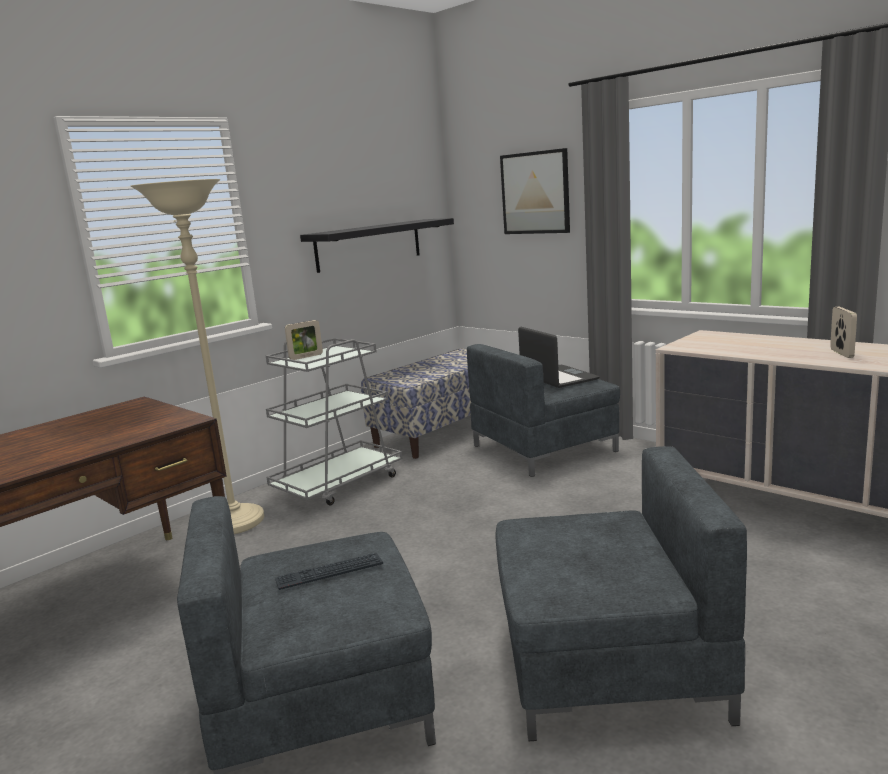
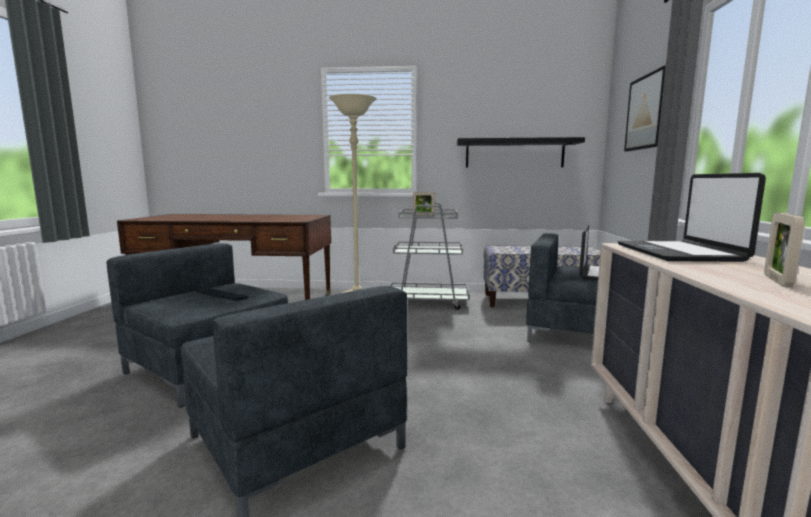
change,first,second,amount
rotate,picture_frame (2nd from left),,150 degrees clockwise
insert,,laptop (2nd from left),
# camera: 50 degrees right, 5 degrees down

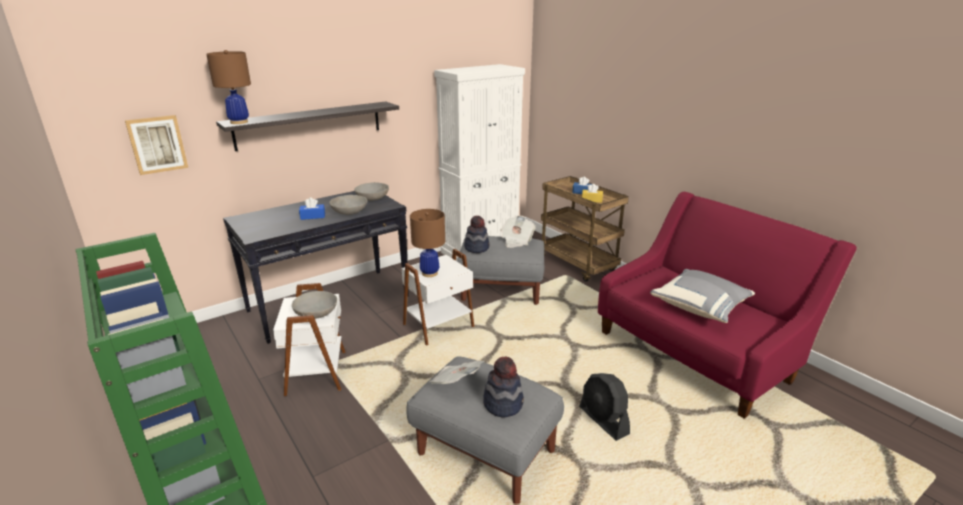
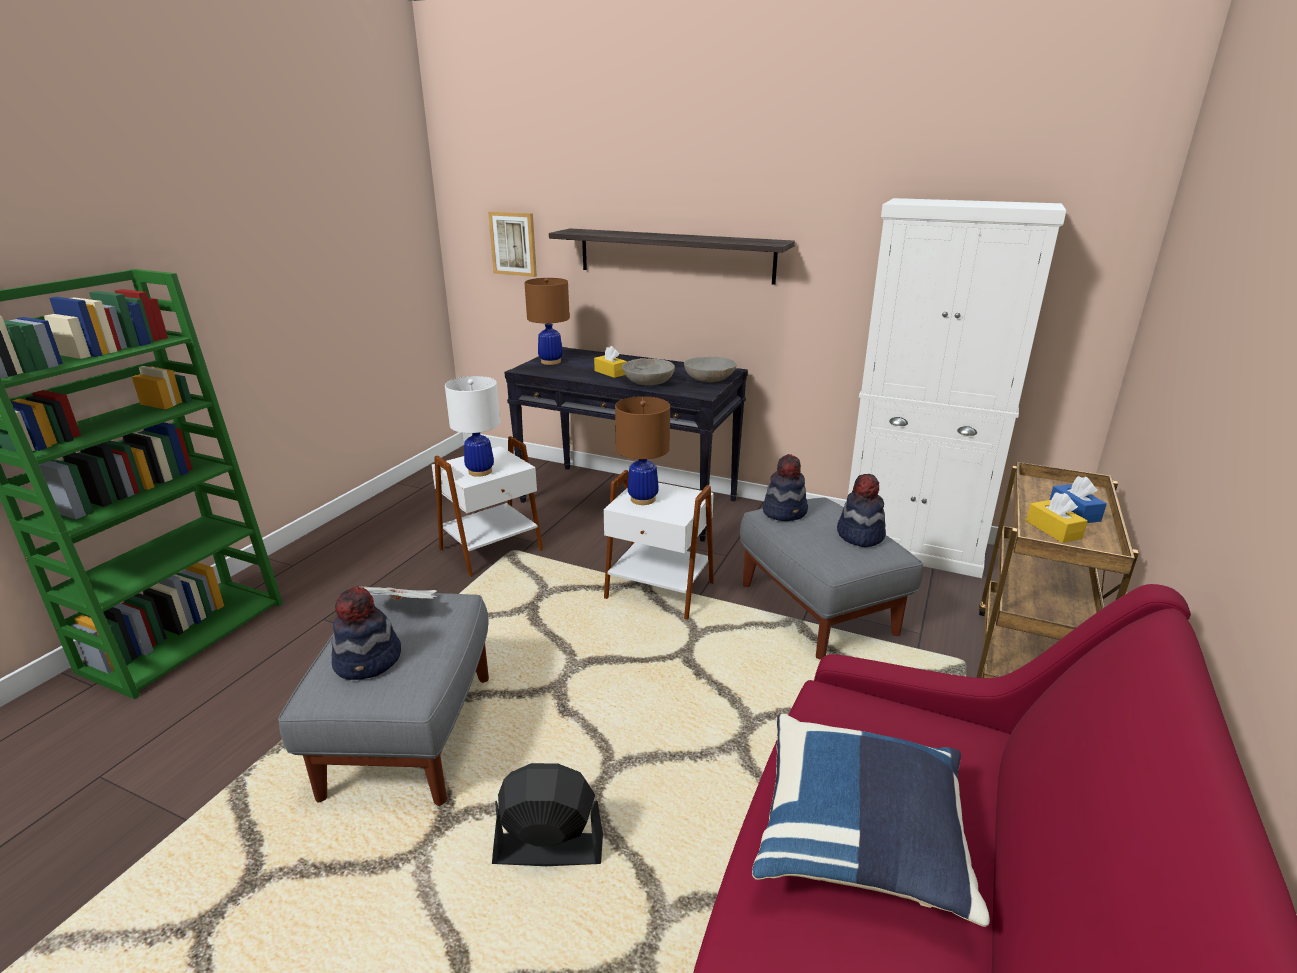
change,first,second,amount
move,brown_table_lamp (1st from left),,
recolor,blue_tissue_box (1st from left),yellow_tissue_box (1st from left),
replace,newspaper (2nd from left),hat (3rd from left),
recolor,grey_pillow,blue_pillow,
replace,grey_bowl (1st from left),white_table_lamp,
rotate,black_fan,,60 degrees clockwise
# camera: 60 degrees right, 0 degrees up

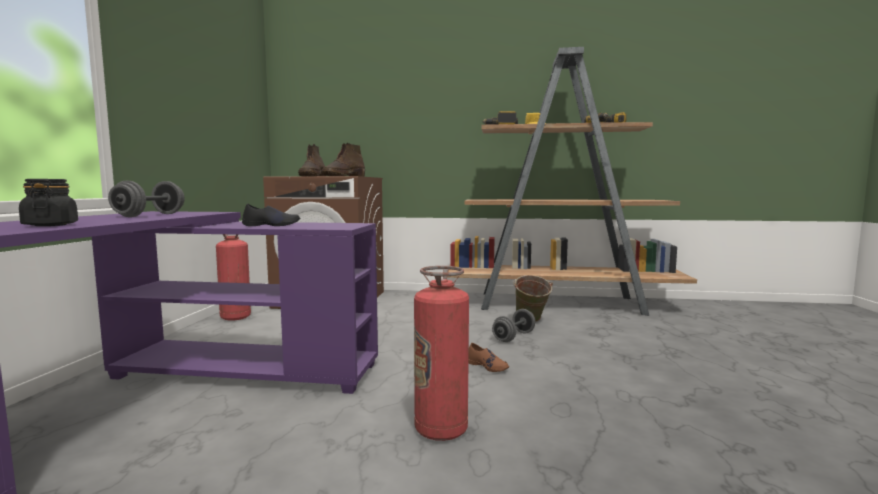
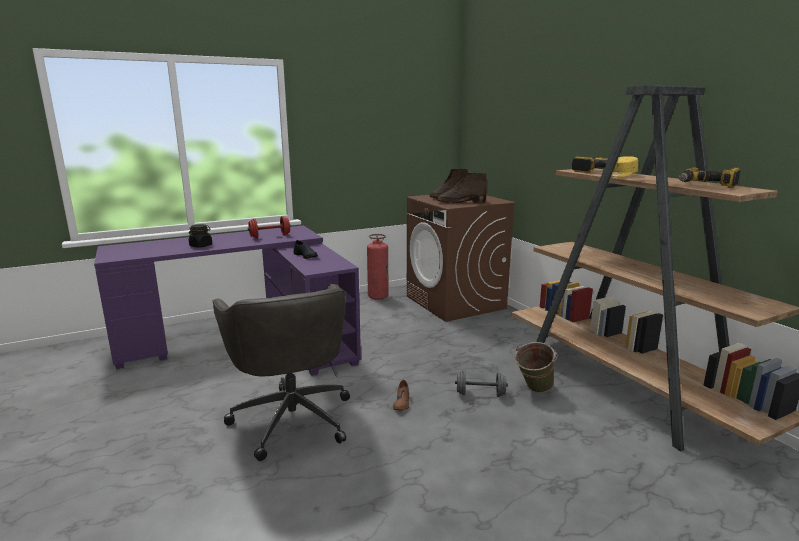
change,first,second,amount
recolor,grey_dumbbell (1st from left),red_dumbbell,
replace,fire_extinguisher (2nd from left),grey_office_chair,
# camera: 55 degrees right, 10 degrees up

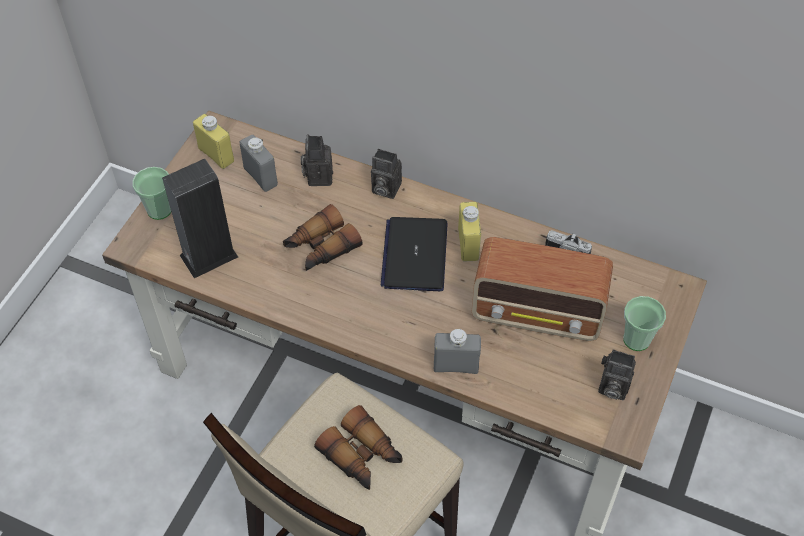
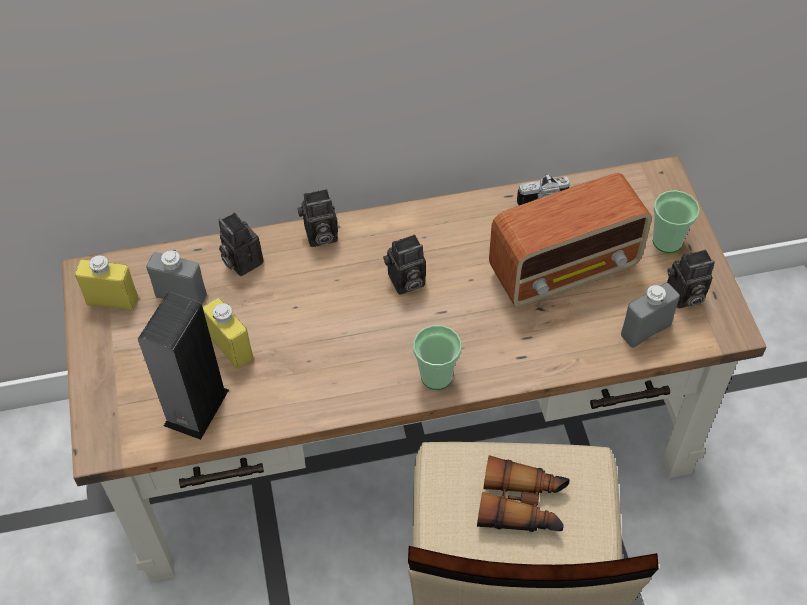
change,first,second,amount
move,cup (1st from left),,
move,yellow_bottle (2nd from left),,
delete,binoculars (1st from left),,
replace,laptop,photo_camera (3rd from left),
move,grey_bottle (2nd from left),,
# camera: 35 degrees left, 0 degrees up

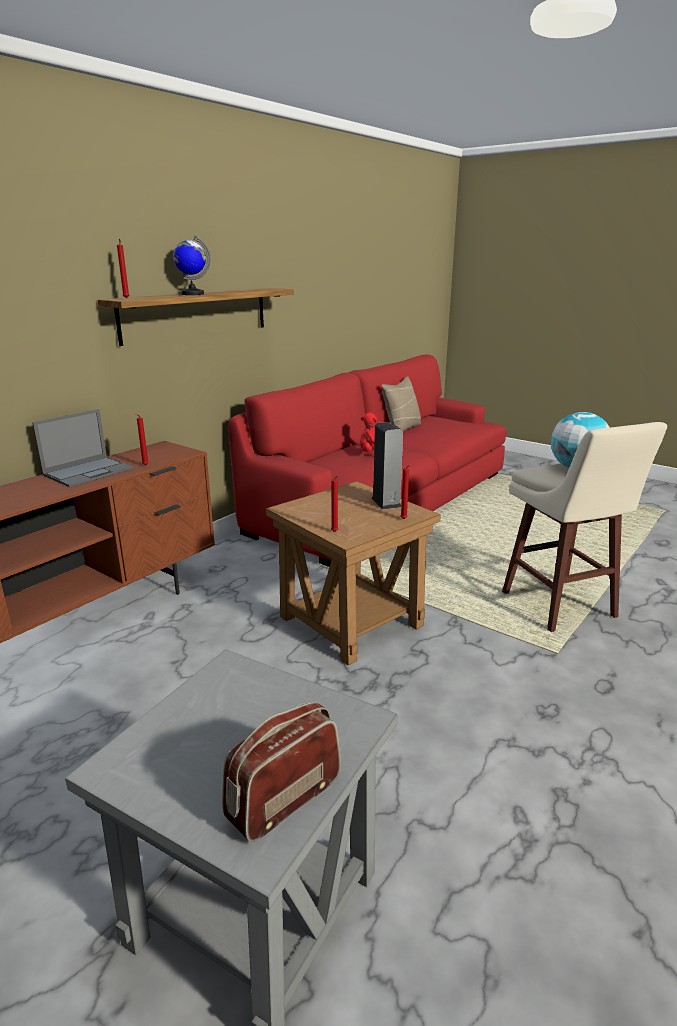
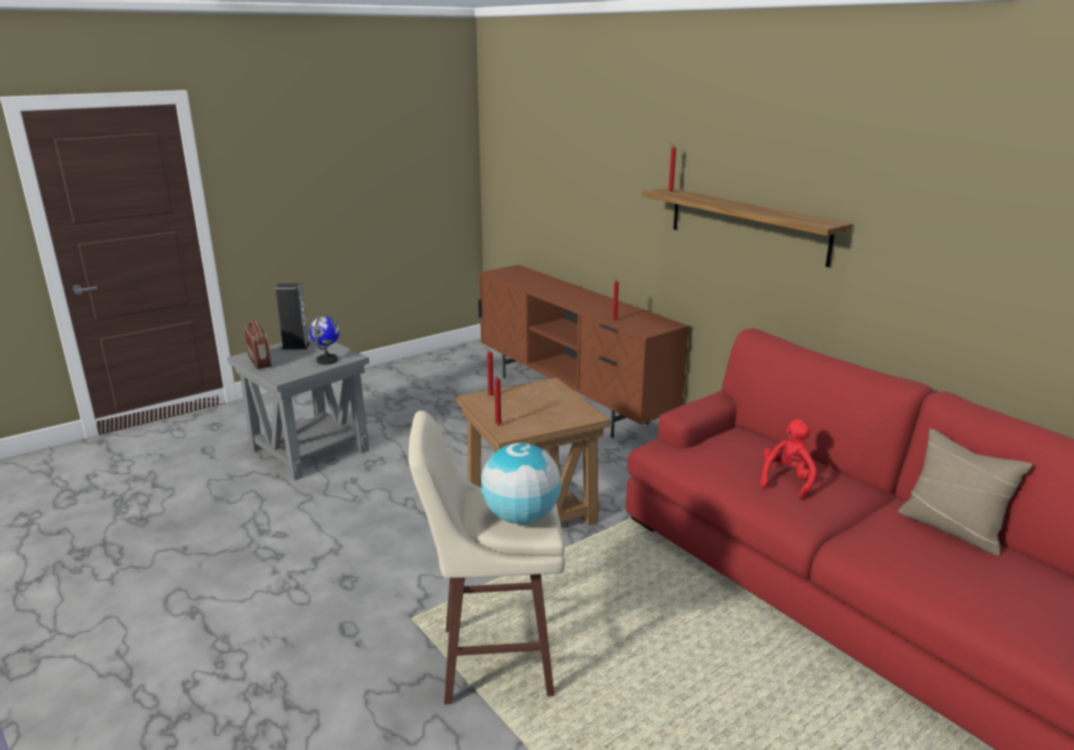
change,first,second,amount
move,globe (1st from left),,
delete,laptop,,
move,speaker,,
# camera: 105 degrees right, 0 degrees up

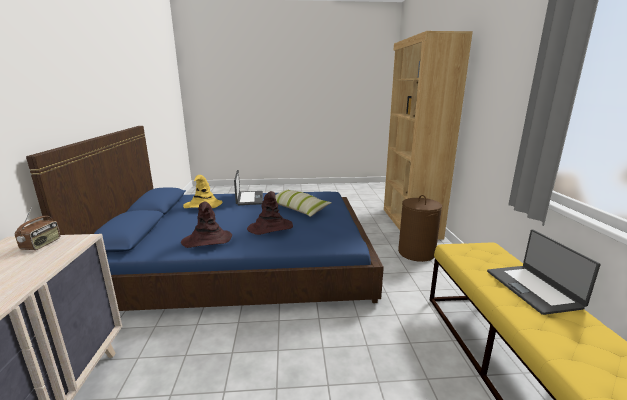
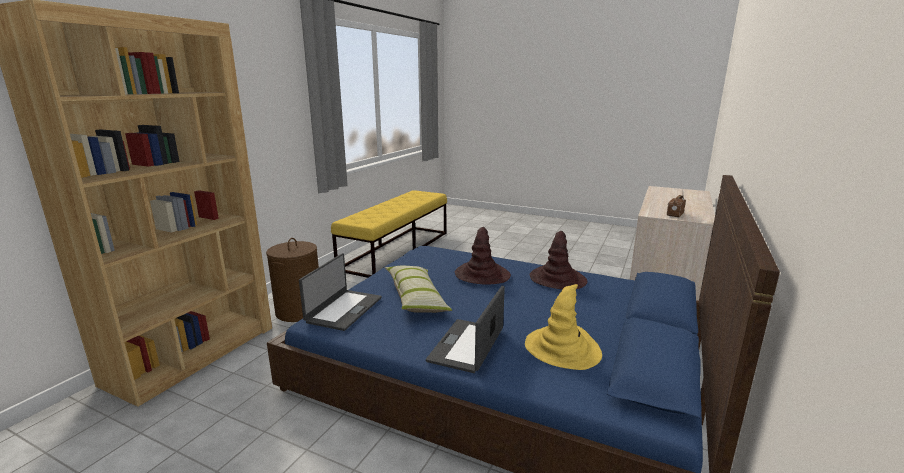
change,first,second,amount
move,laptop (2nd from left in the first image),laptop (1st from left),
# camera: 150 degrees left, 0 degrees up

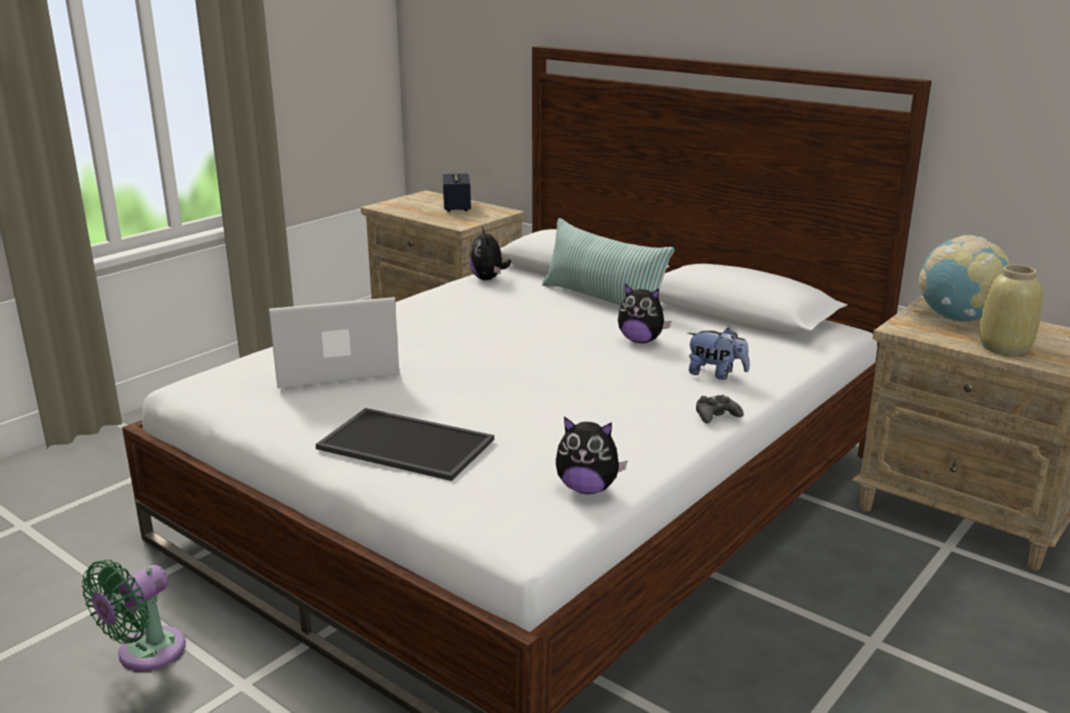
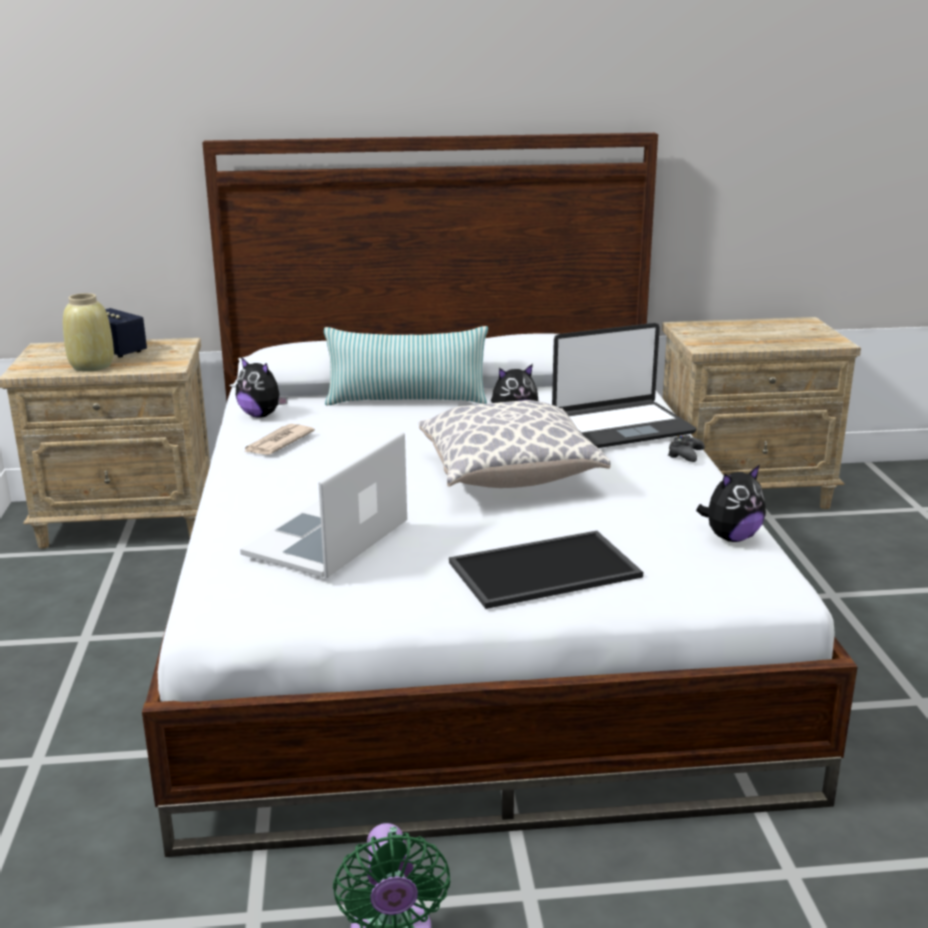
change,first,second,amount
delete,globe,,
move,beige_vase,,
replace,plush_toy (4th from left),laptop (2nd from left),
insert,,pillow (2nd from left),
insert,,newspaper,
# camera: 45 degrees left, 0 degrees up

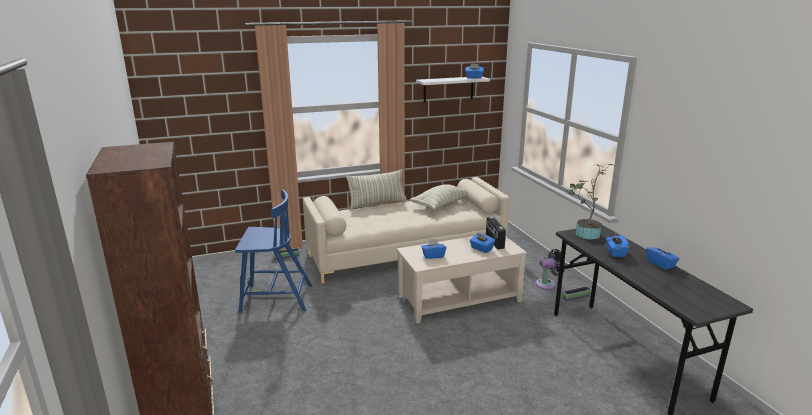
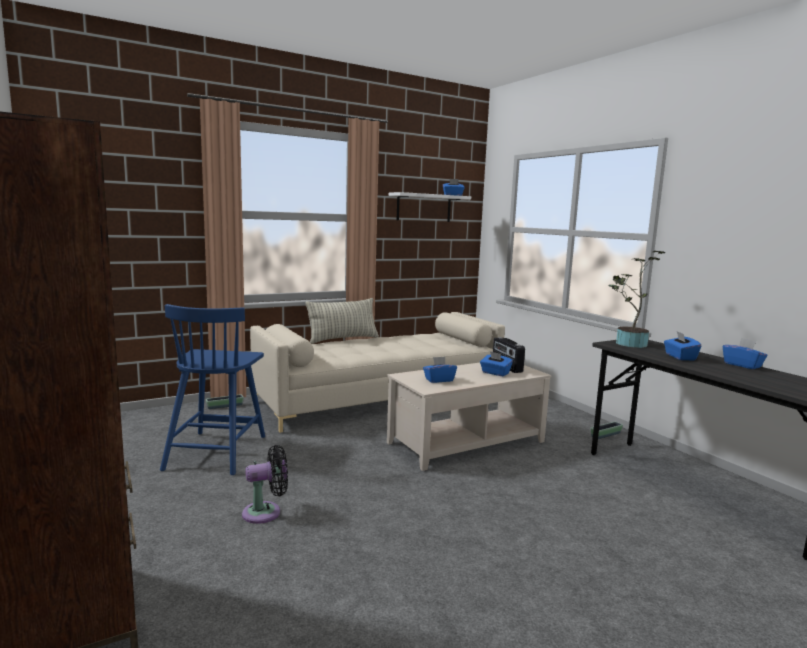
change,first,second,amount
delete,pillow (2nd from left),,
rotate,blue_chair,,105 degrees clockwise
move,black_fan,,
# camera: 10 degrees left, 10 degrees down

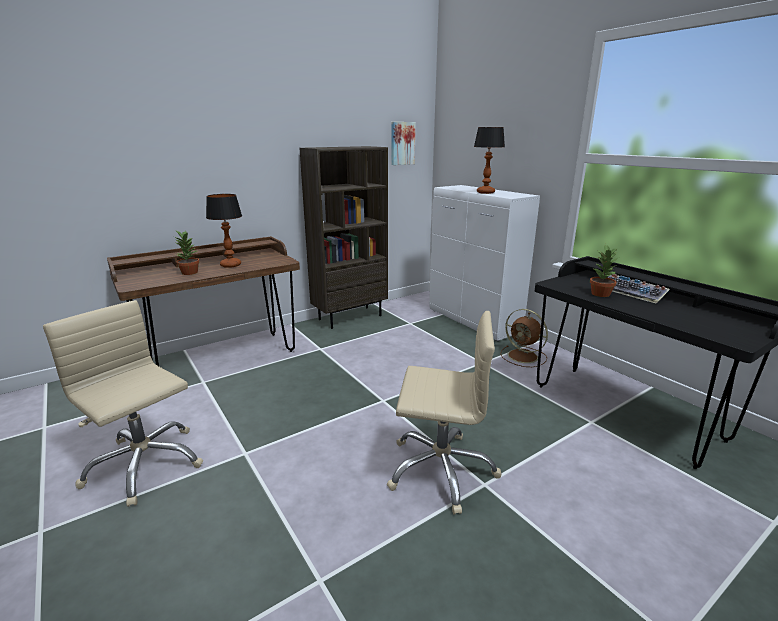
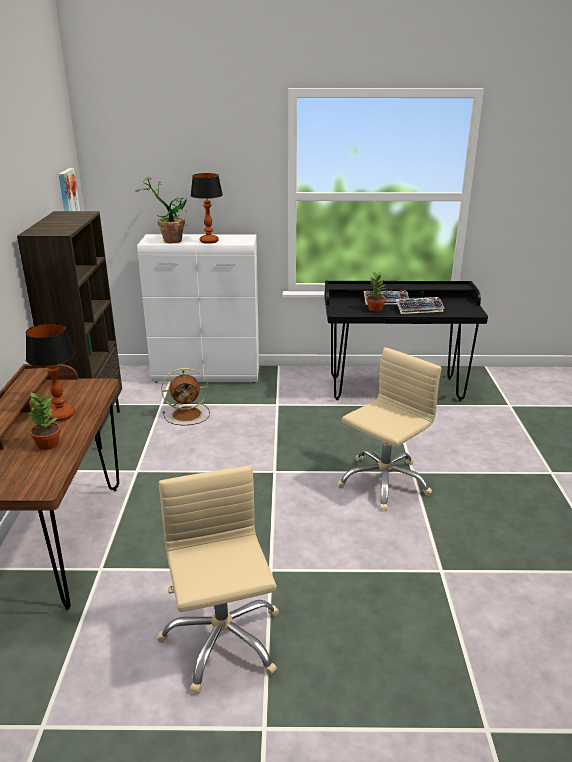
change,first,second,amount
rotate,beige_office_chair (1st from left),,90 degrees clockwise
move,brown_fan,,
insert,,potted_plant (2nd from left),
insert,,keyboard (2nd from left),
# camera: 55 degrees left, 5 degrees up

